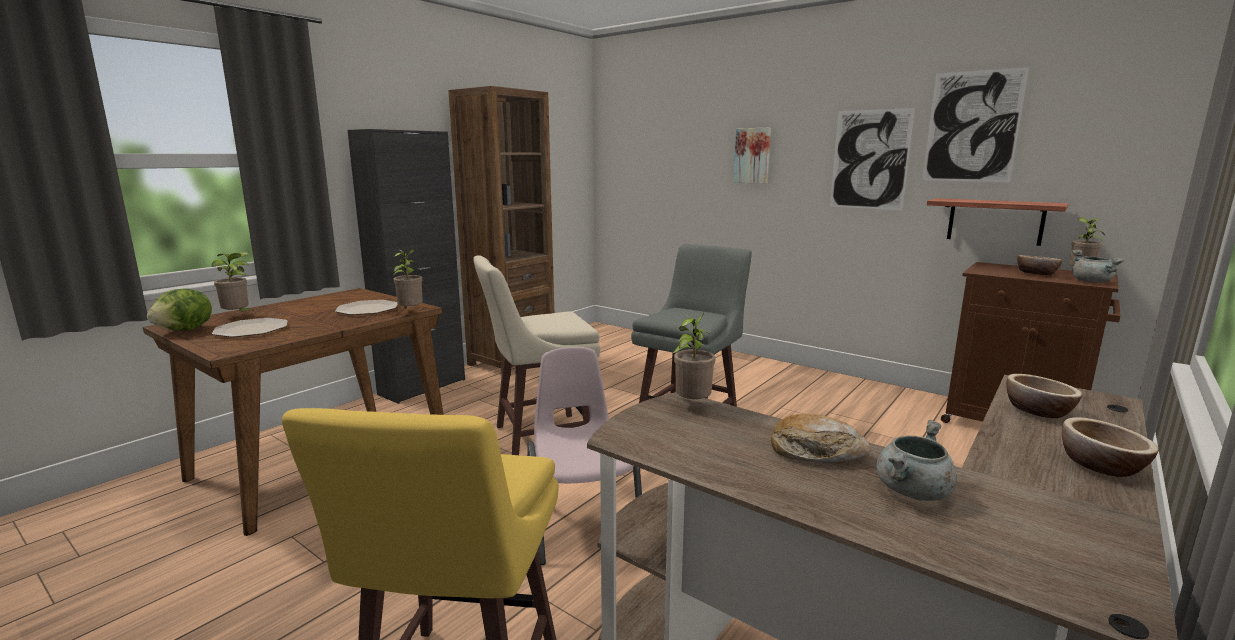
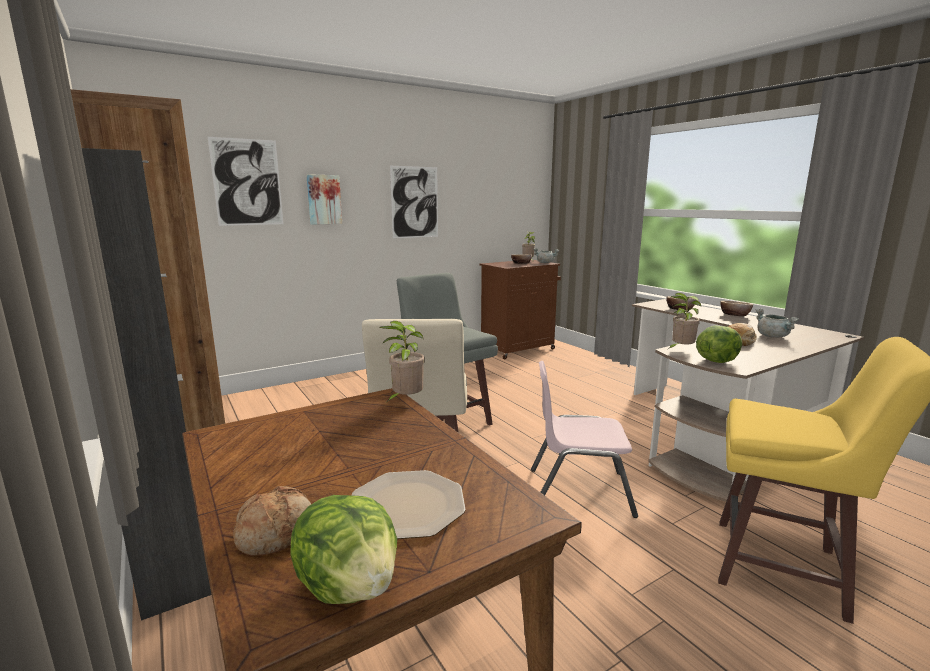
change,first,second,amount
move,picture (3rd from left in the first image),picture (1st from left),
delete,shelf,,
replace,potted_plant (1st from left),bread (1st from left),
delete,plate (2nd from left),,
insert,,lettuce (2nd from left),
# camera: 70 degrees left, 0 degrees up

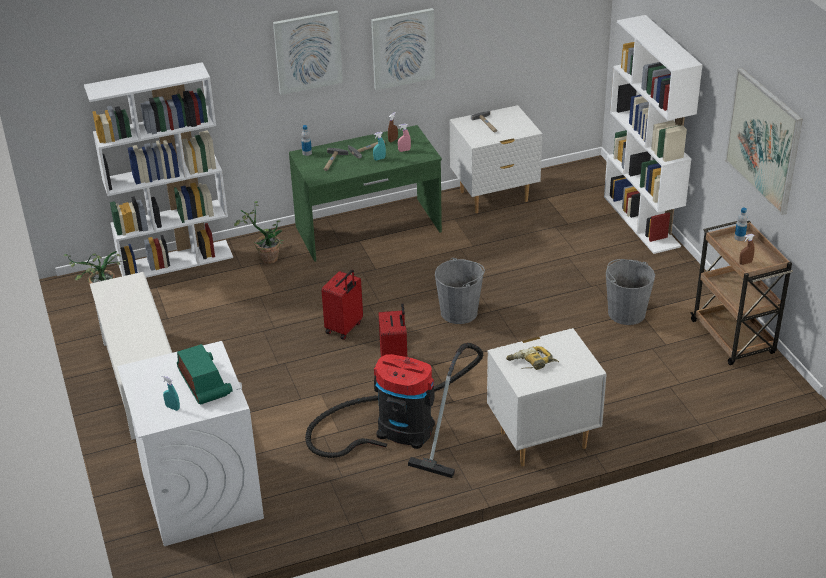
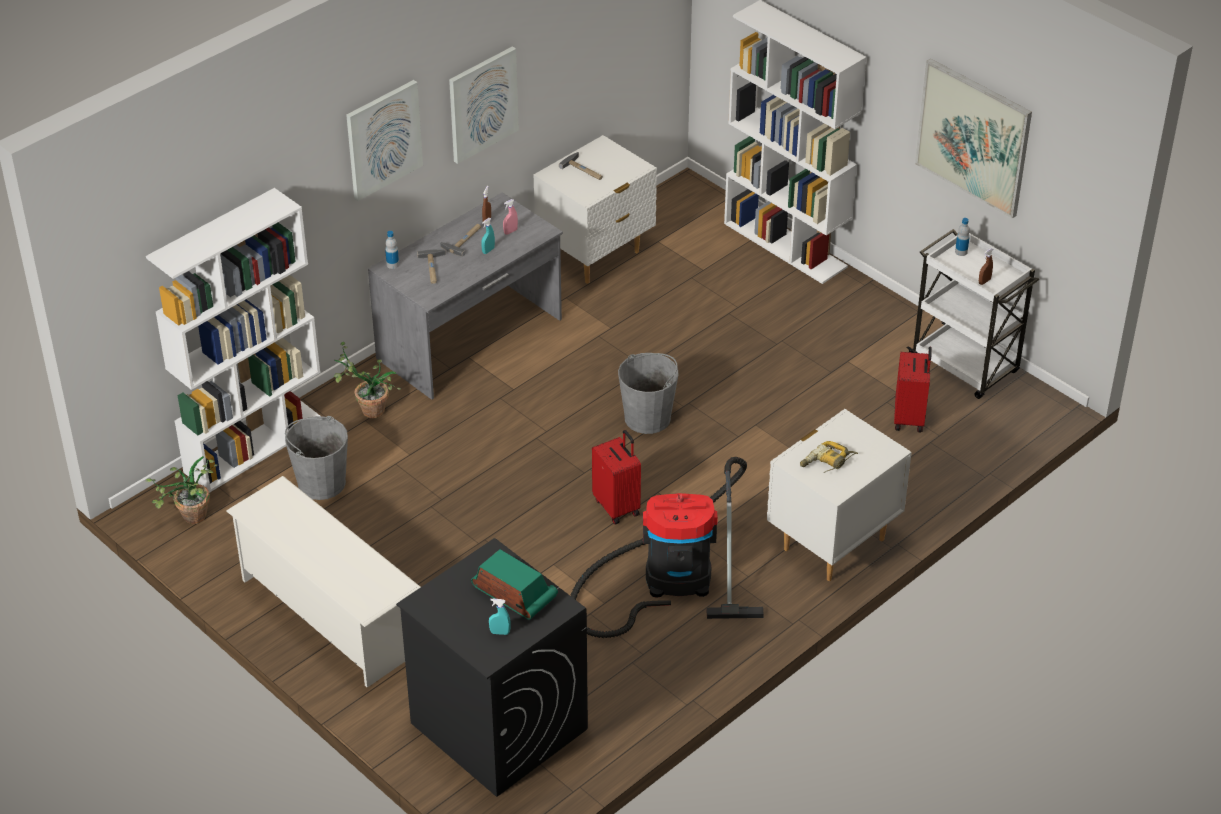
change,first,second,amount
recolor,green_desk,grey_desk,
recolor,brown_cart,white_cart,
move,grey_bucket (2nd from left in the first image),grey_bucket (1st from left),
move,red_suitcase (1st from left in the first image),red_suitcase (2nd from left),
recolor,white_washing_machine,black_washing_machine,
# camera: 25 degrees left, 5 degrees up

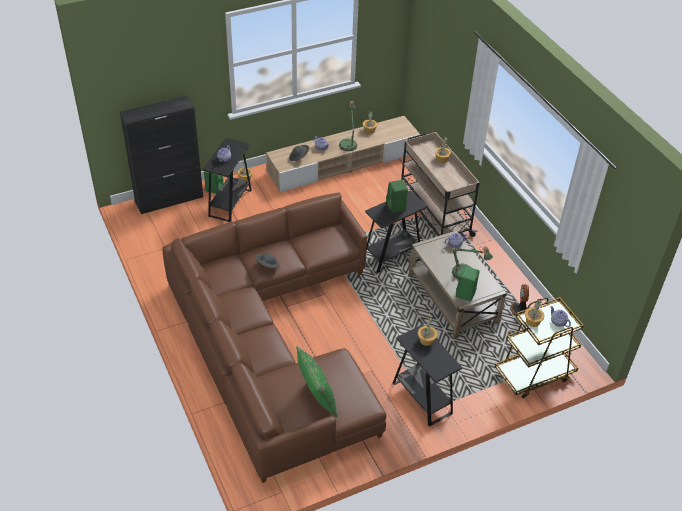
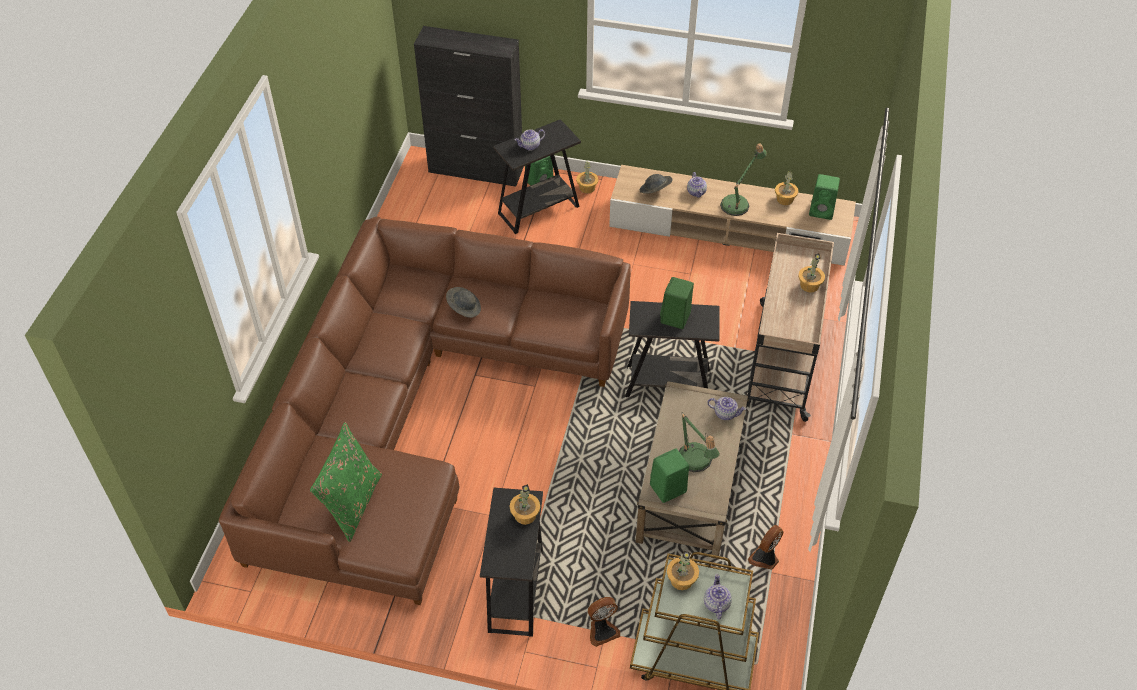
change,first,second,amount
insert,,green_speaker (4th from left),
insert,,fan (1st from left),
# camera: 40 degrees right, 5 degrees up

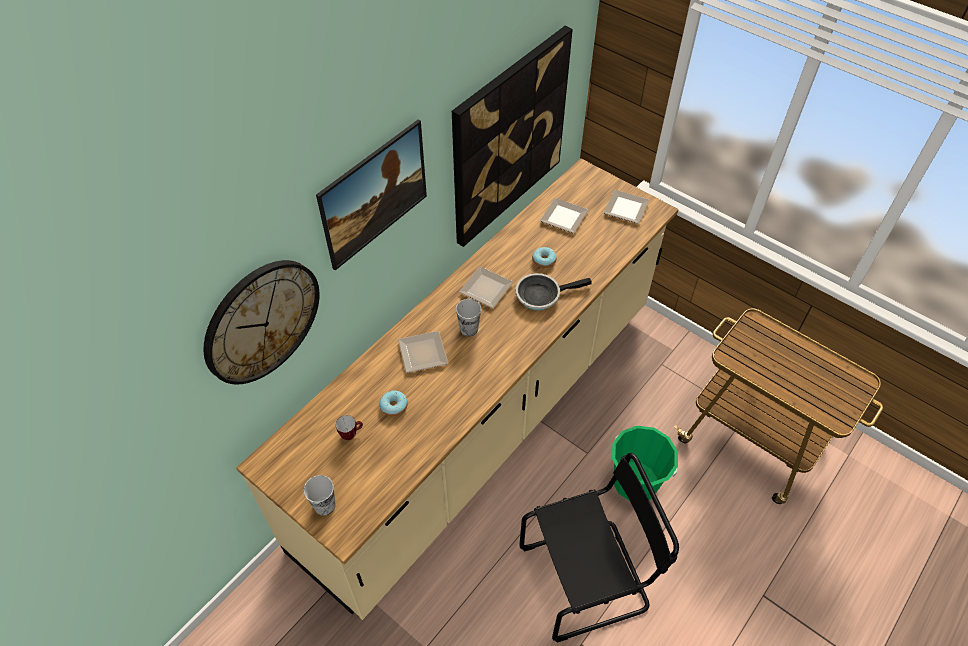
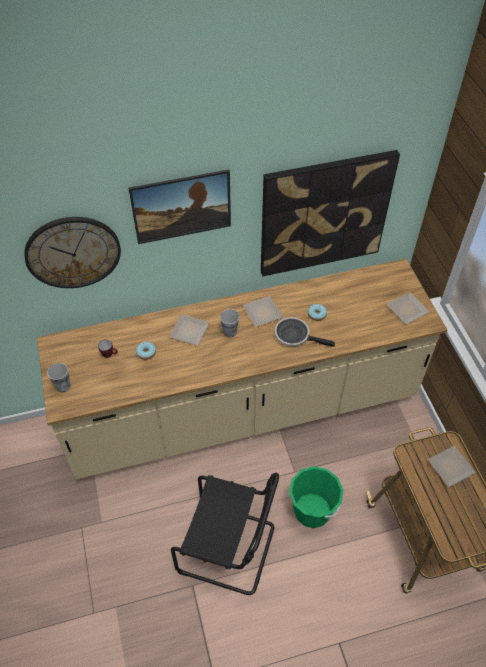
change,first,second,amount
move,plate (3rd from left in the first image),plate (4th from left),
# camera: 35 degrees right, 0 degrees up

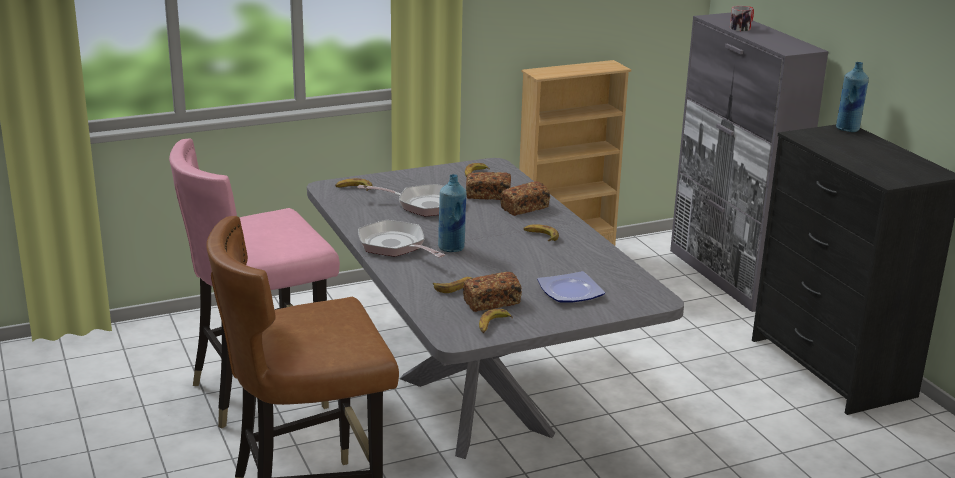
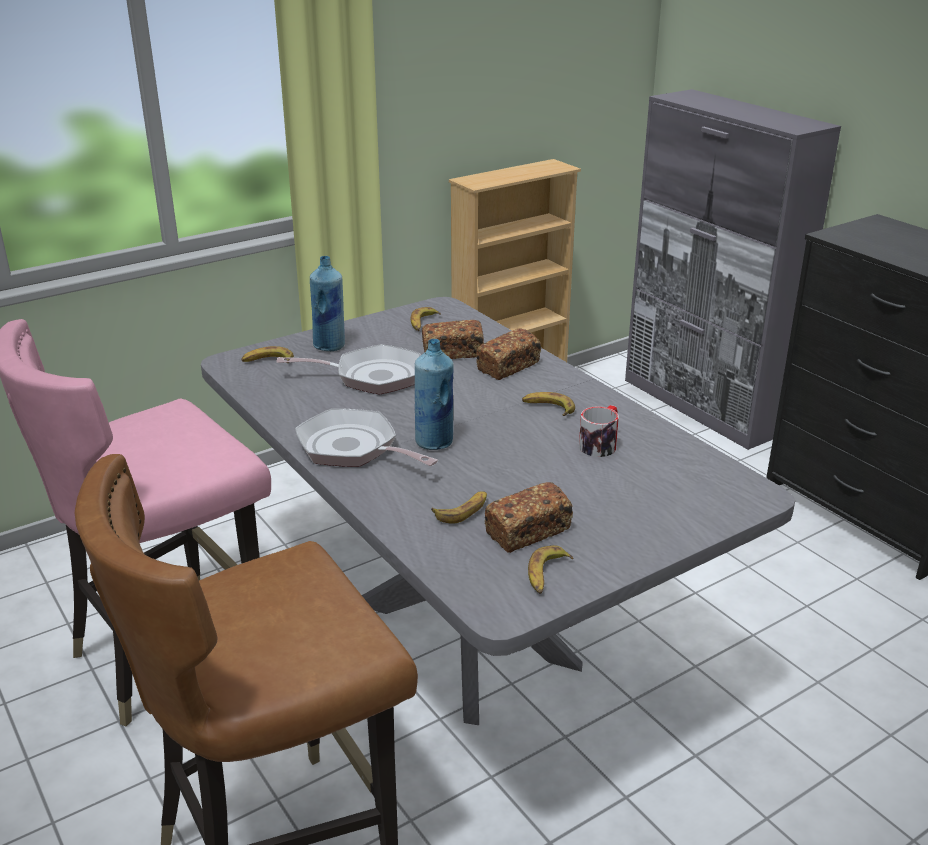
change,first,second,amount
move,mug,,
move,blue_bottle (2nd from left in the first image),blue_bottle (1st from left),
delete,plate,,
# camera: 10 degrees left, 5 degrees up

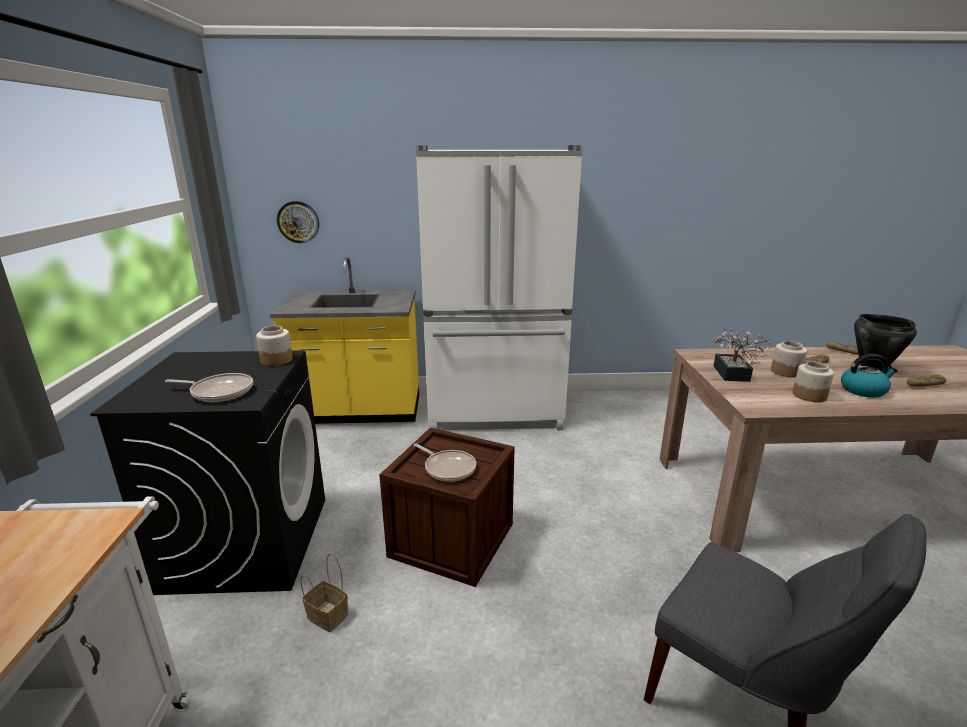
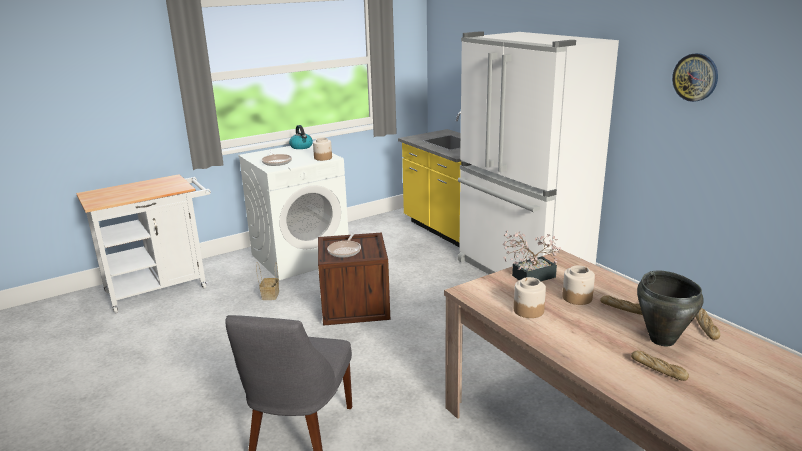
change,first,second,amount
move,wall_clock,,
recolor,black_washing_machine,white_washing_machine,
move,kettle,,
# camera: 60 degrees right, 0 degrees up

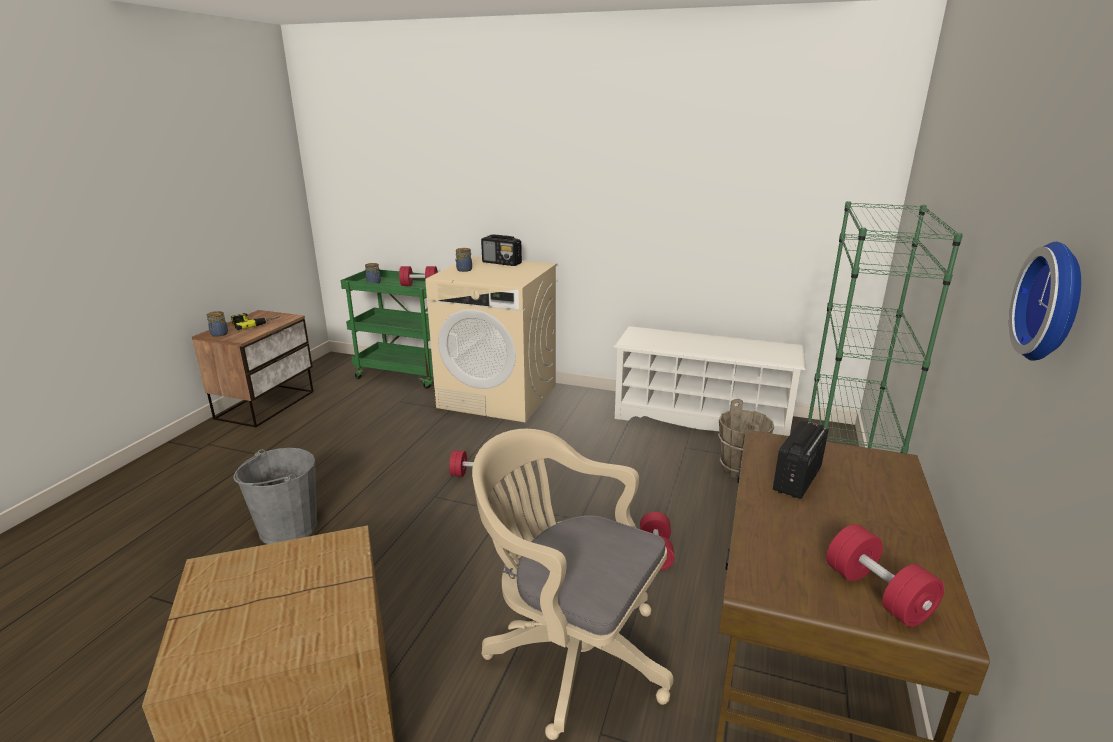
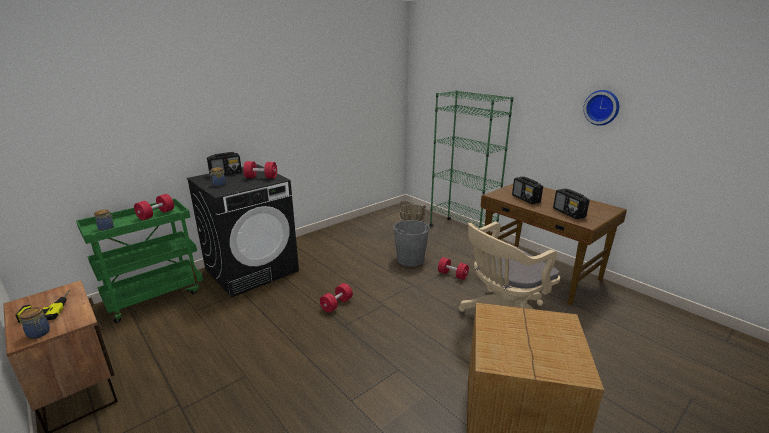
change,first,second,amount
recolor,beige_washing_machine,black_washing_machine,
delete,white_shoe_rack,,
move,grey_bucket,,
move,red_dumbbell (4th from left in the first image),red_dumbbell (2nd from left),
insert,,radio (3rd from left),
# camera: 60 degrees left, 0 degrees up

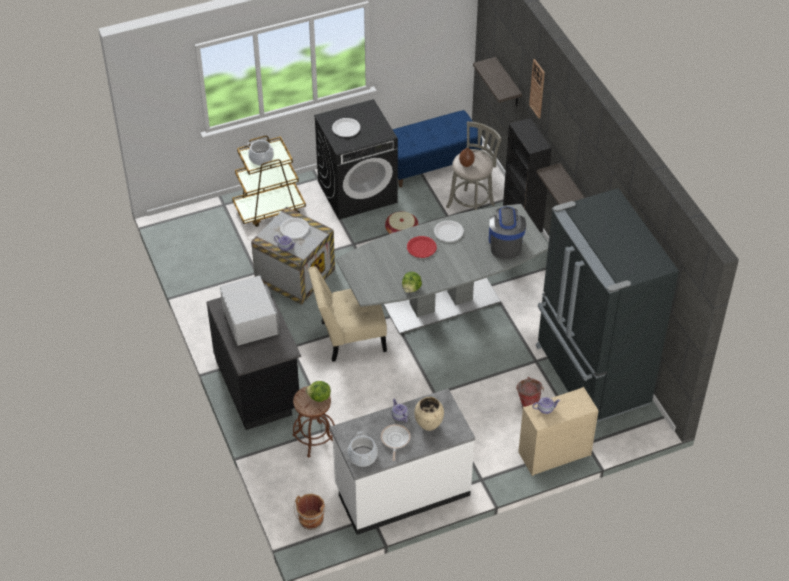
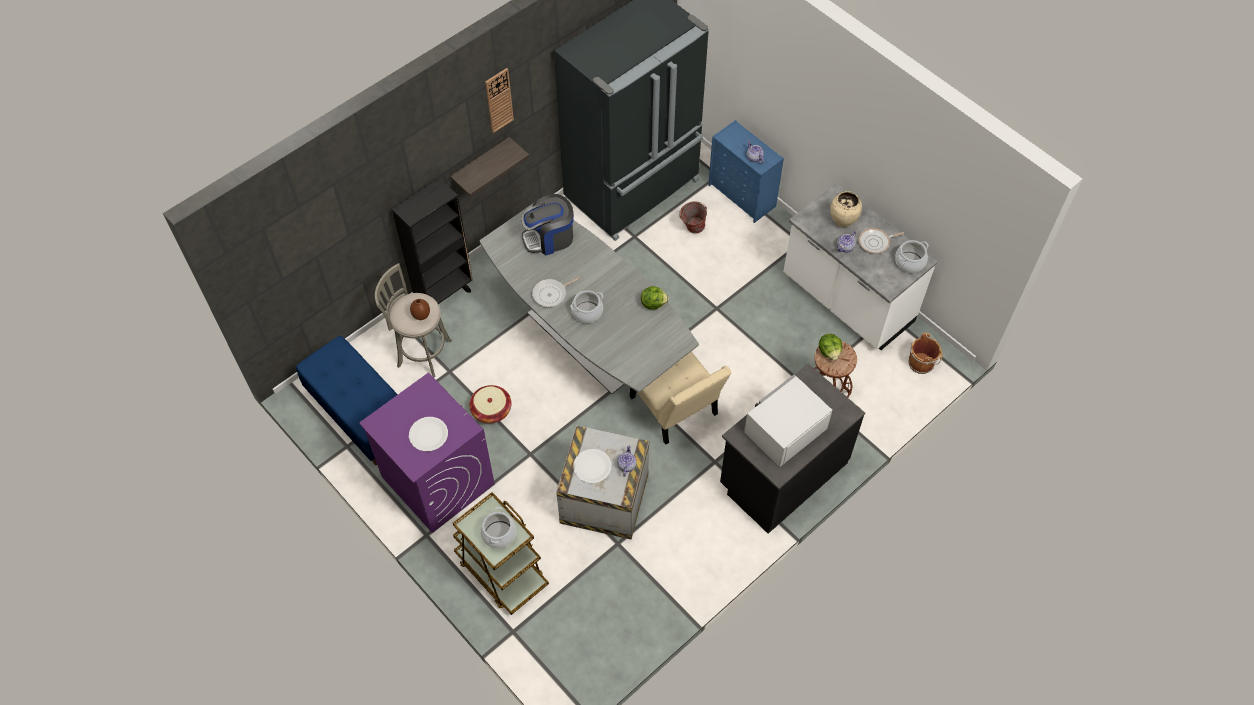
change,first,second,amount
delete,shelf (1st from left),,
move,wall_clock,,
recolor,black_washing_machine,purple_washing_machine,
replace,white_plate (3rd from left),frying_pan (1st from left),
replace,red_plate,cooking_pot (2nd from left),
recolor,beige_dresser,blue_dresser,
# camera: 110 degrees left, 10 degrees up

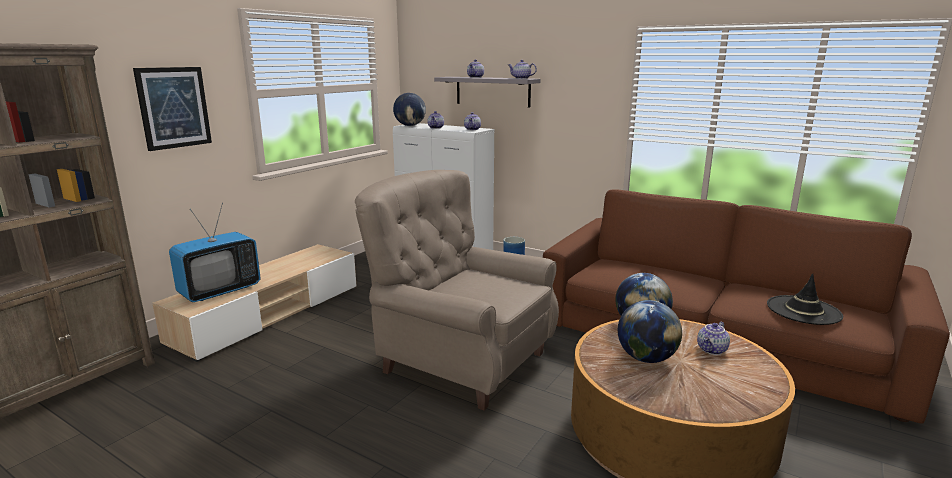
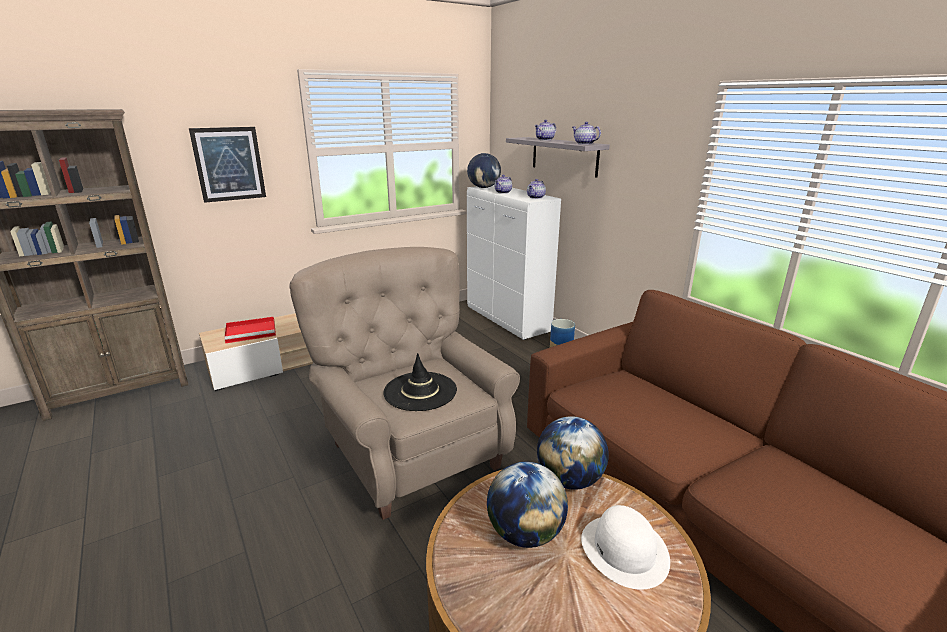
change,first,second,amount
replace,television,red_tray,
move,black_hat,,
replace,teapot (5th from left),white_hat,
# camera: 25 degrees right, 5 degrees up

